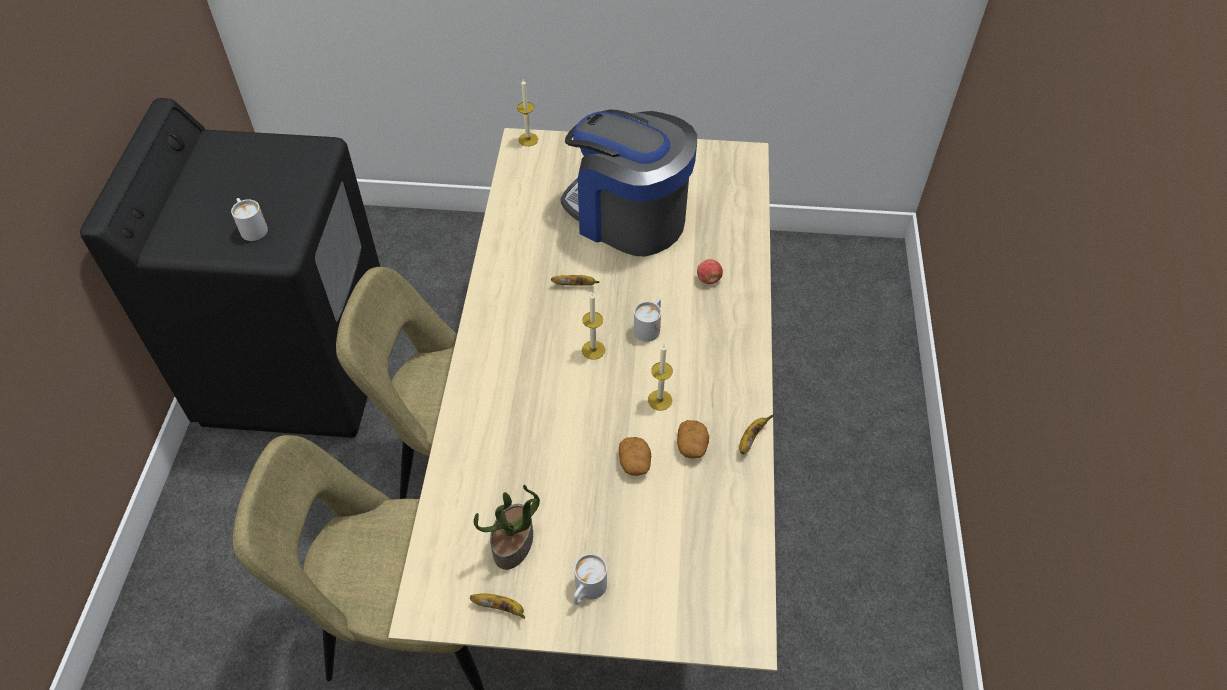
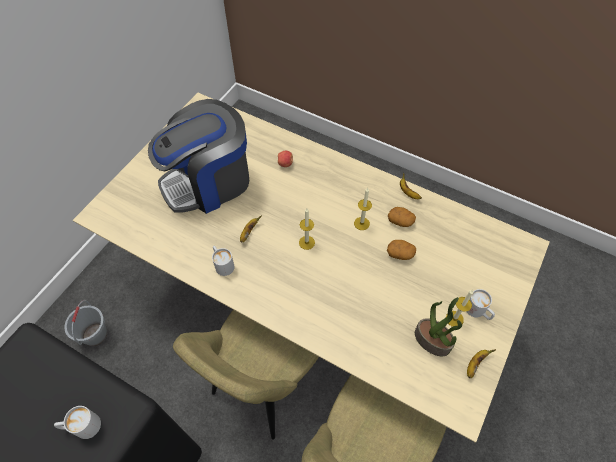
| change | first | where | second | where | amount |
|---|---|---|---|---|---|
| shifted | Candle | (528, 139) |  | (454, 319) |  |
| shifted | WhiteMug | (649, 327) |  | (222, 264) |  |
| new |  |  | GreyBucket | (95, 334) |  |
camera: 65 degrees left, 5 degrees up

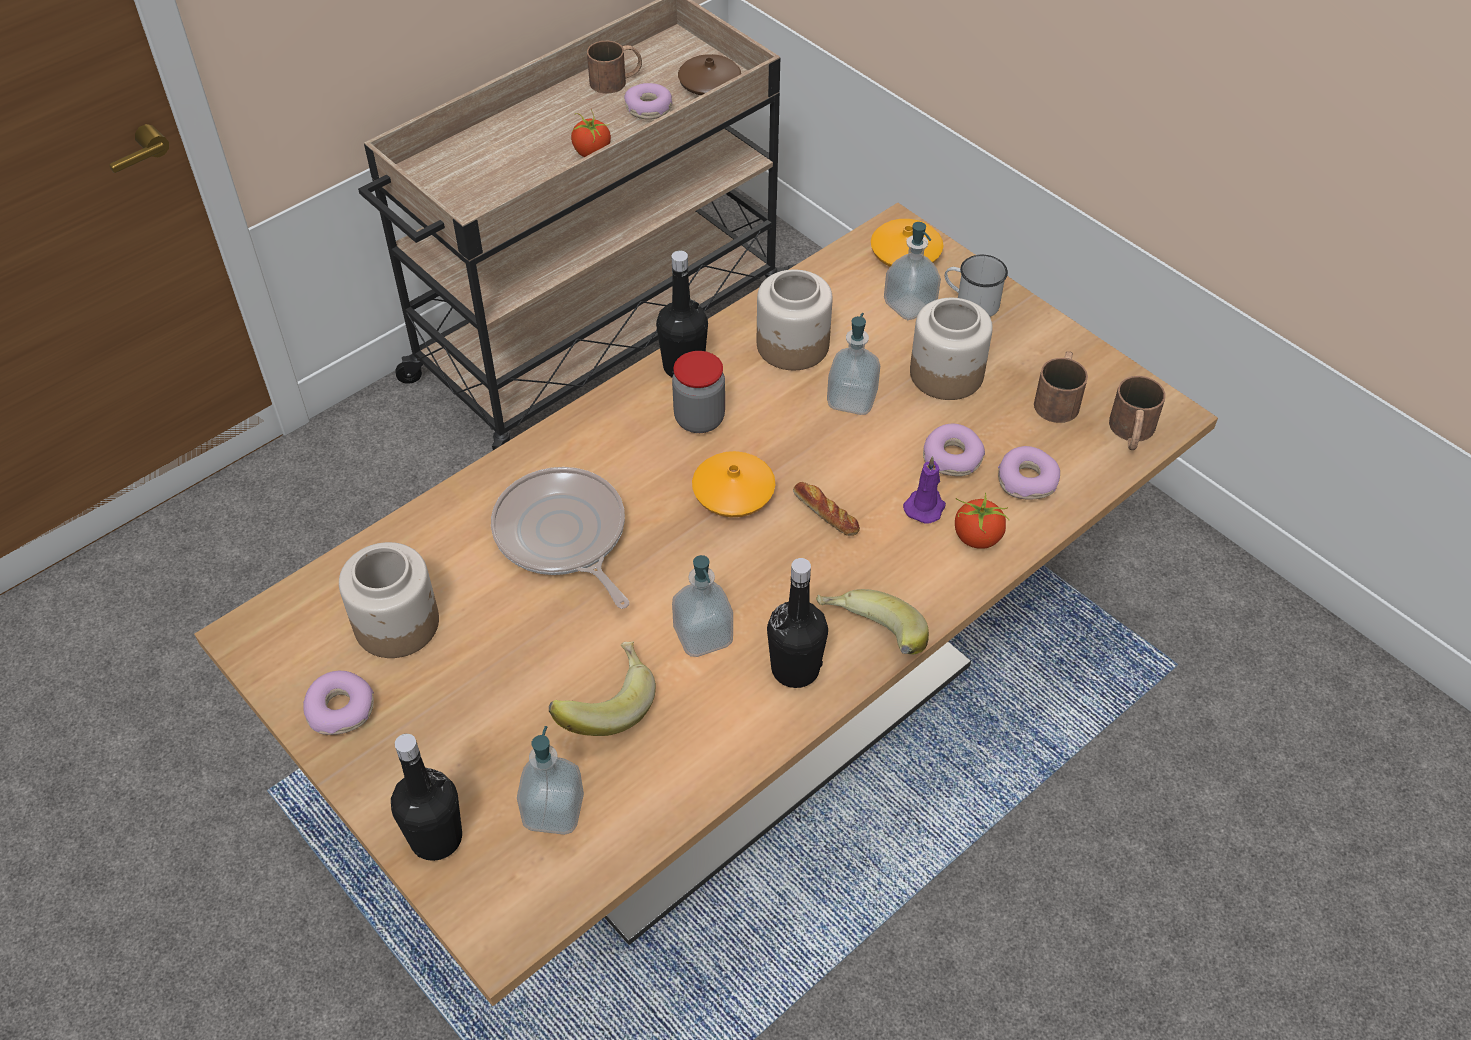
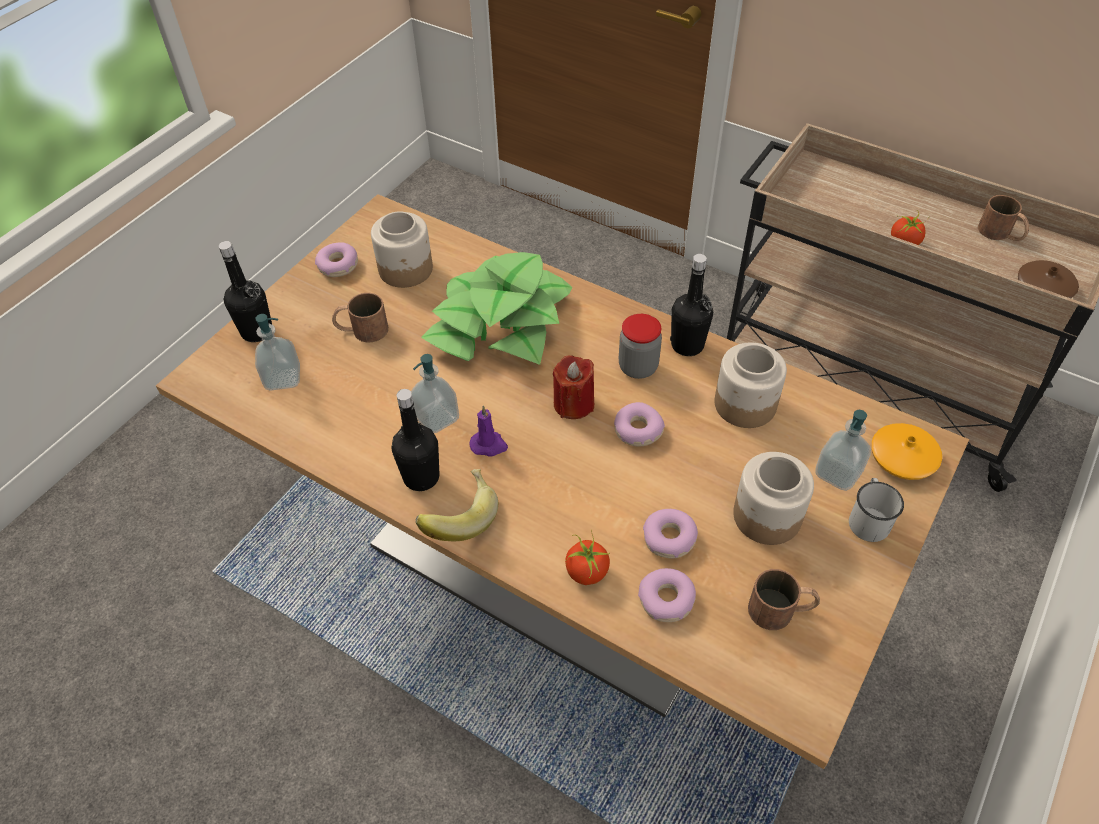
| change | first | where | second | where | amount |
|---|---|---|---|---|---|
| swapped | FryingPan | (563, 536) | PottedPlant | (500, 324) |  |
| gone | Banana | (604, 704) |  |  |  |
| shifted | Donut | (649, 109) |  | (637, 430) |  |
| swapped | OrangeVase | (733, 492) | RedCandle | (573, 404) |  |
| gone | Bread | (825, 513) |  |  |  |
| gone | SoapDispenser | (852, 399) |  |  |  |
| shifted | PurpleCandle | (925, 506) |  | (489, 445) |  |
| shifted | BrownMug | (1131, 433) |  | (361, 330) |  |
camera: 75 degrees right, 0 degrees up

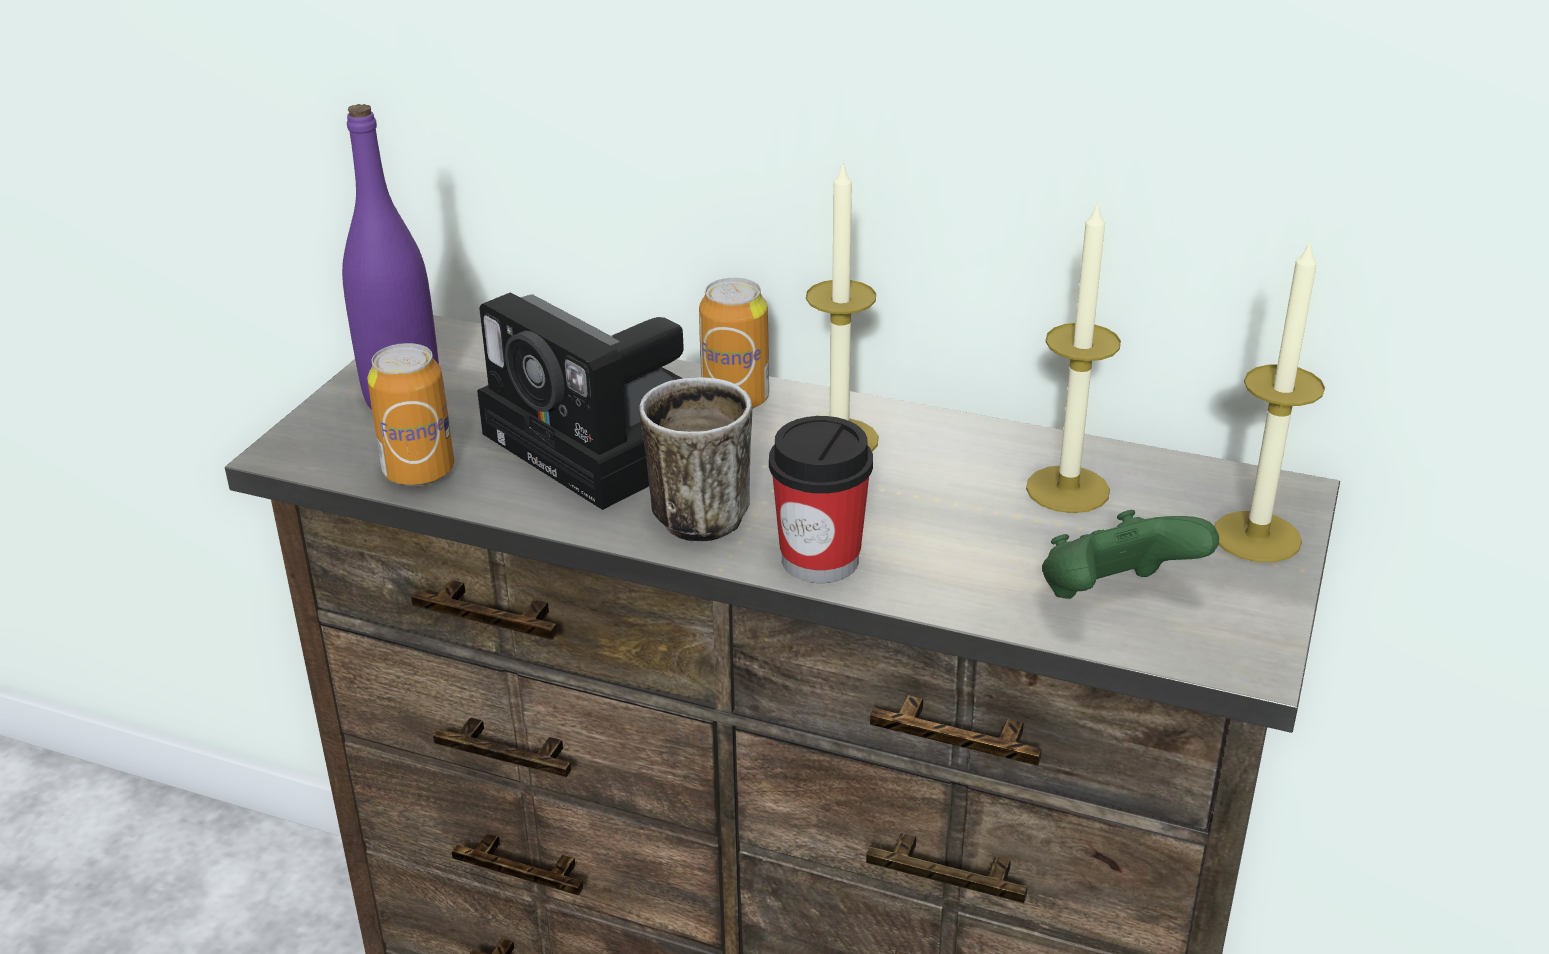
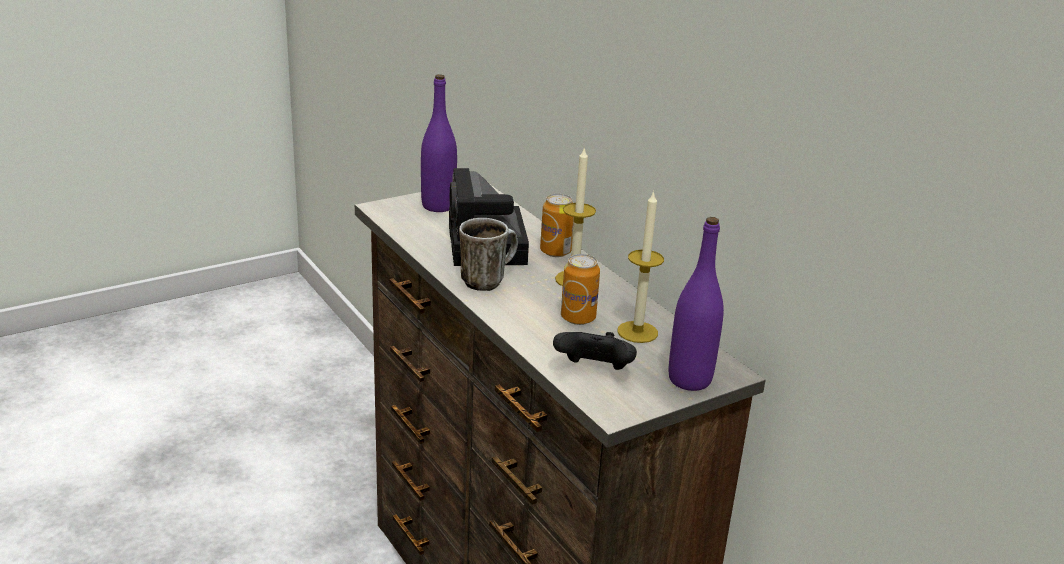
| change | first | where | second | where | amount |
|---|---|---|---|---|---|
| shifted | Can | (419, 472) |  | (578, 318) |  |
| gone | Cup | (820, 560) |  |  |  |
| repainted | GreenGameController | (1113, 599) | BlackGameController | (594, 371) |  |
| swapped | Candle | (1256, 537) | PurpleBottle | (689, 380) |  |
camera: 35 degrees right, 5 degrees down

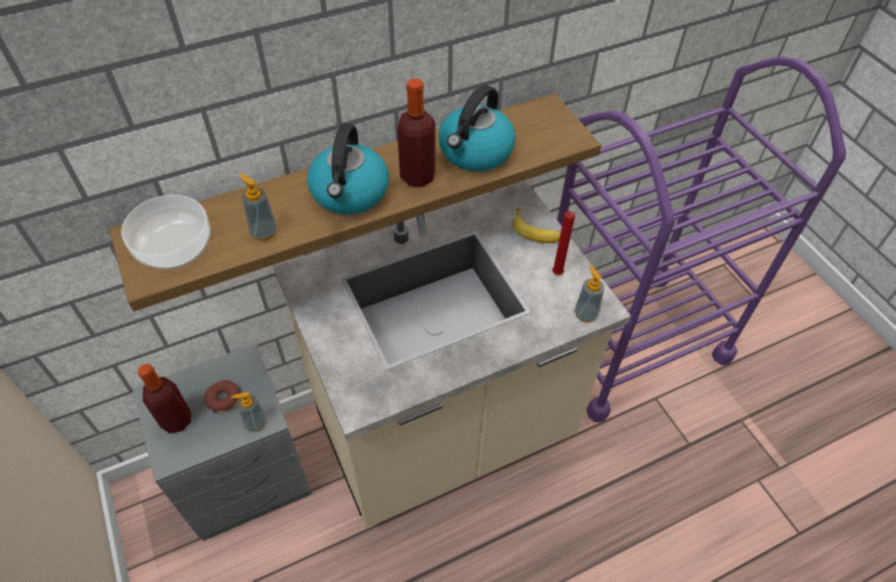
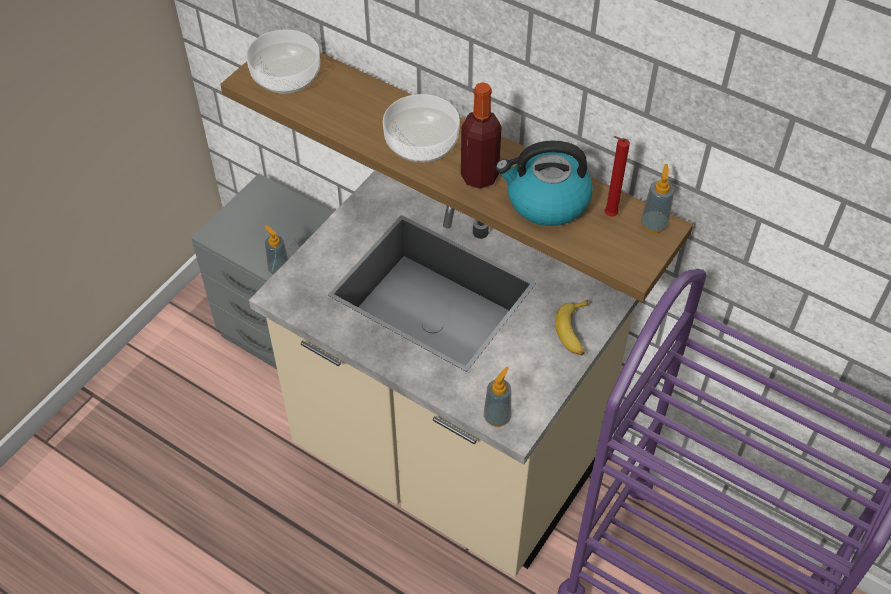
| change | first | where | second | where | amount |
|---|---|---|---|---|---|
| gone | Bottle | (176, 420) |  |  |  |
| gone | Donut | (224, 399) |  |  |  |
| shifted | SoapDispenser | (264, 232) |  | (654, 224) |  |
| swapped | Kettle | (350, 193) | Bowl | (422, 144) |  |
| shifted | RedCandle | (557, 275) |  | (608, 215) |  |
camera: 60 degrees right, 0 degrees up

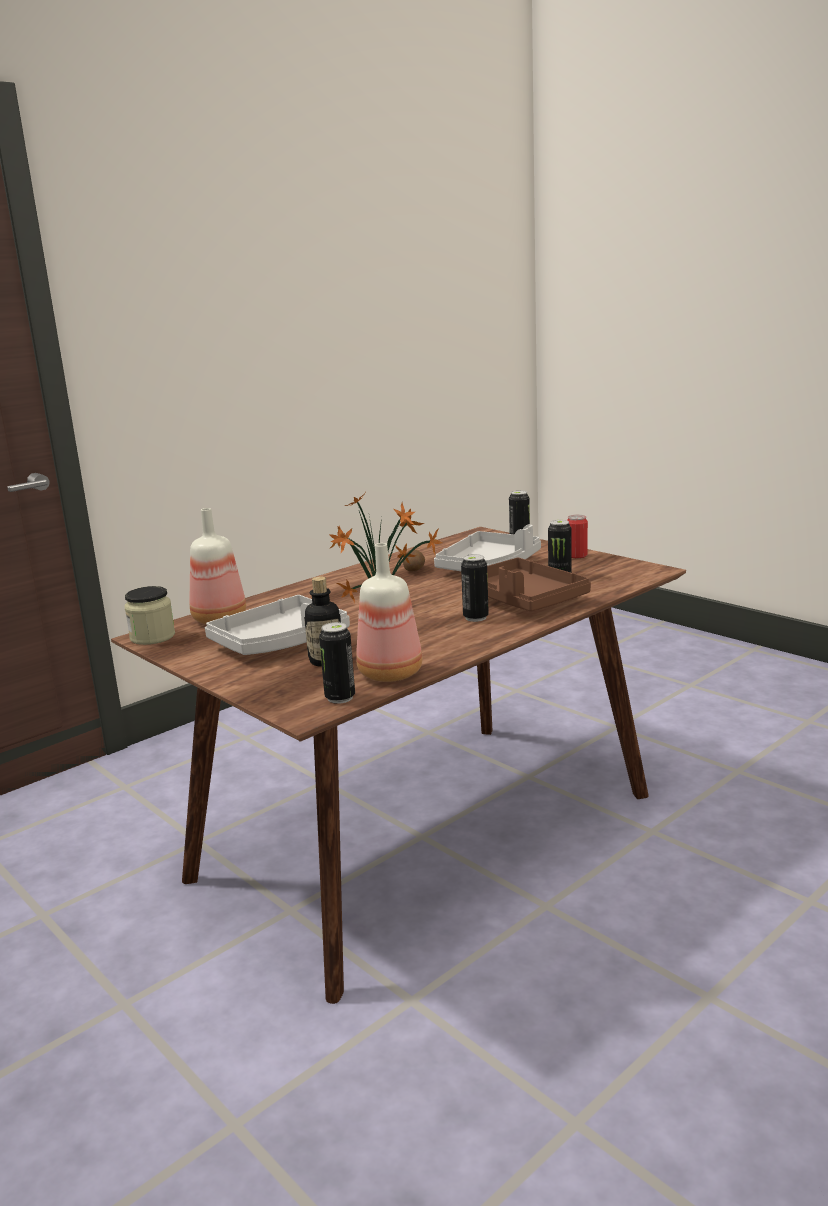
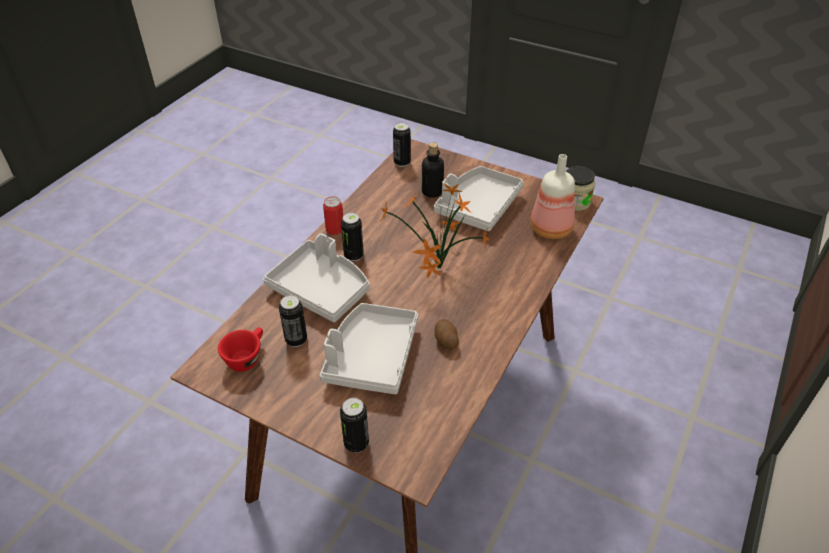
| change | first | where | second | where | amount |
|---|---|---|---|---|---|
| gone | Bottle | (391, 673) |  |  |  |
| repainted | BrownTray | (524, 600) | GreyTray | (321, 289) |  |
| shifted | Can | (576, 555) |  | (335, 229) |  |
| new |  |  | RedCup | (246, 357) |  |
camera: 160 degrees right, 25 degrees up

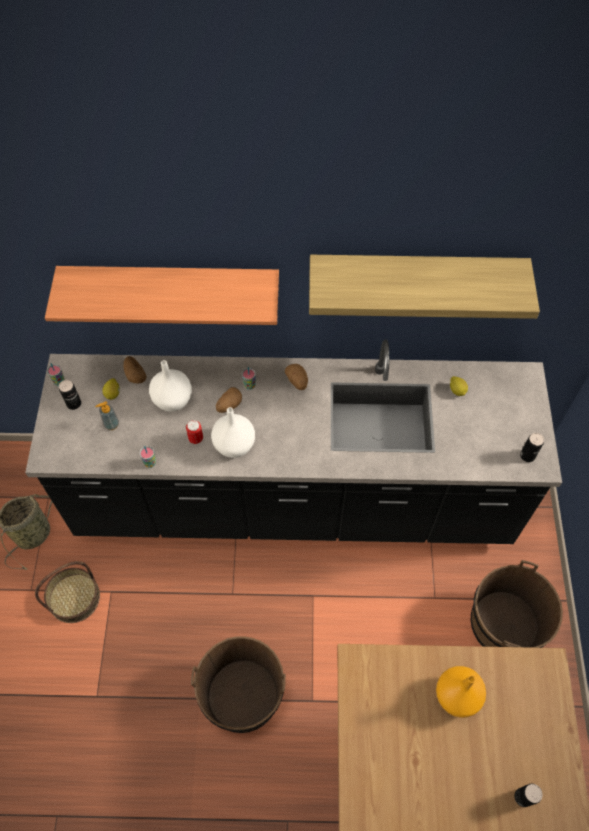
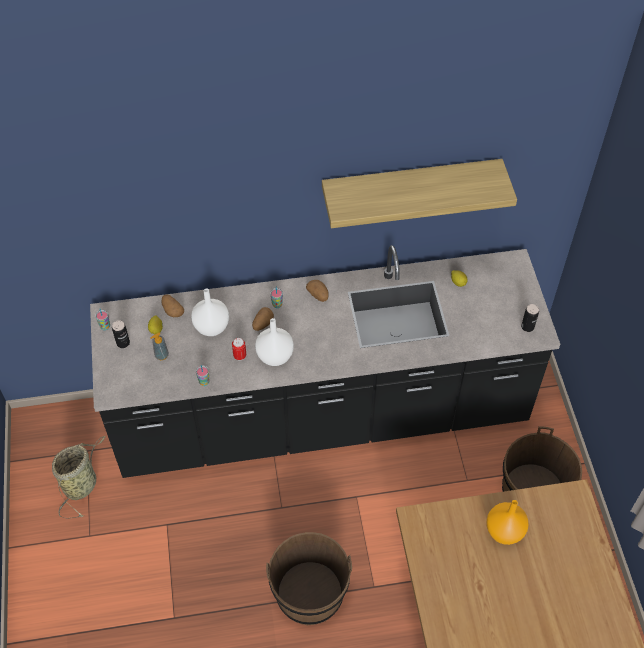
| change | first | where | second | where | amount |
|---|---|---|---|---|---|
| gone | Basket | (74, 597) |  |  |  |
| gone | Shelf | (171, 286) |  |  |  |
| gone | Can | (523, 797) |  |  |  |
camera: 10 degrees left, 5 degrees down

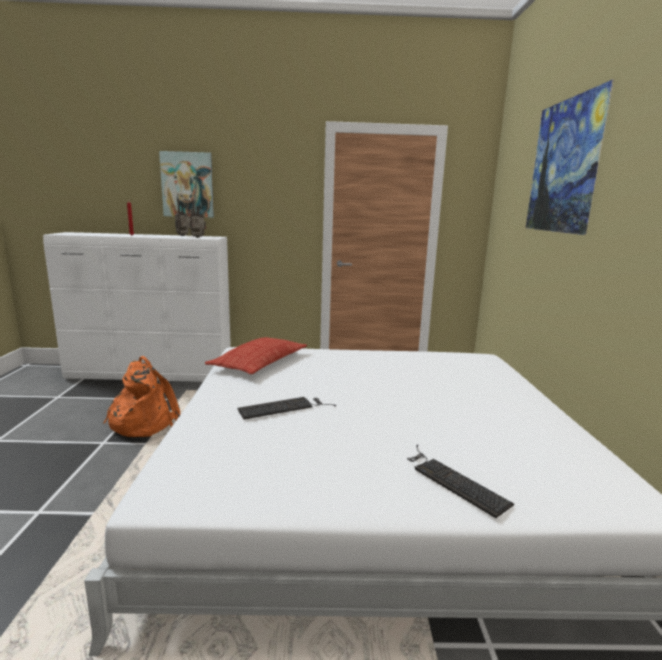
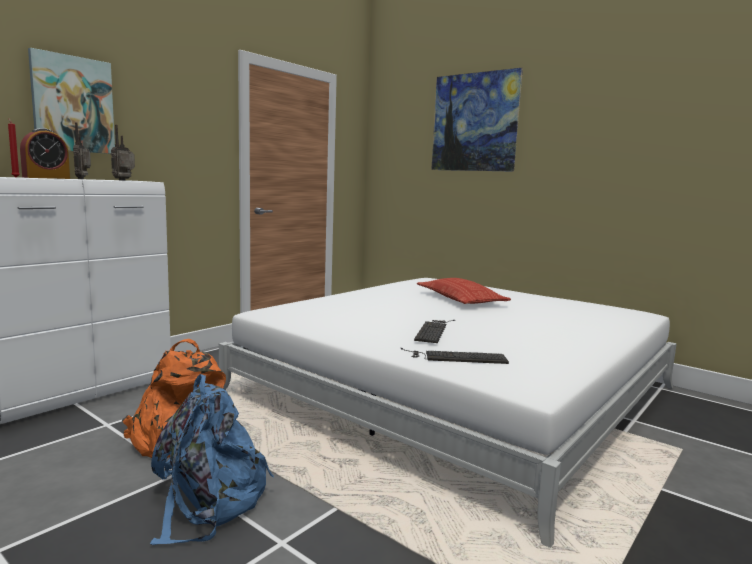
| change | first | where | second | where | amount |
|---|---|---|---|---|---|
| shifted | Pillow | (259, 362) |  | (460, 299) |  |
| shifted | Keyboard | (452, 480) |  | (455, 357) |  |
| new |  |  | AlarmClock | (46, 178) |  |
| new |  |  | BlueBackpack | (208, 500) |  |
camera: 50 degrees left, 5 degrees down

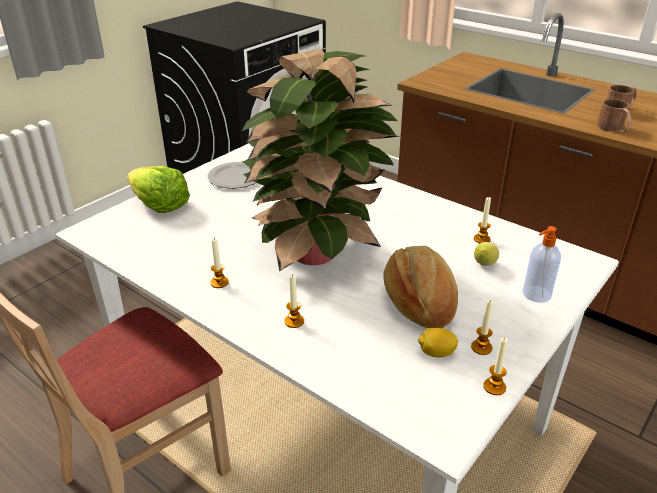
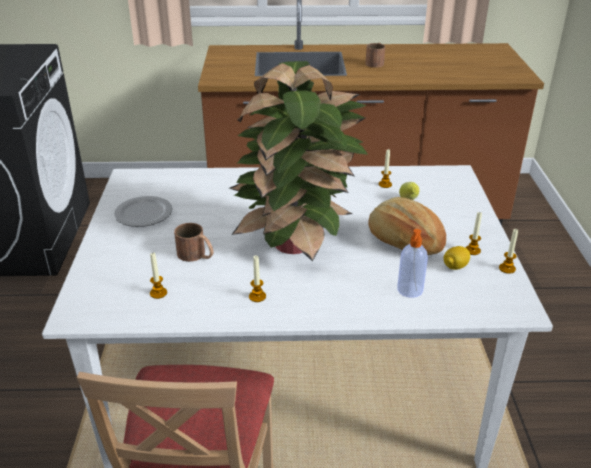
| change | first | where | second | where | amount |
|---|---|---|---|---|---|
| gone | Lettuce | (160, 205) |  |  |  |
| shifted | Candle | (294, 321) |  | (158, 293) |  |
| shifted | SoapDispenser | (536, 294) |  | (409, 290) |  |
| shifted | BrownMug | (614, 129) |  | (196, 255) |  |
camera: 40 degrees left, 0 degrees up

